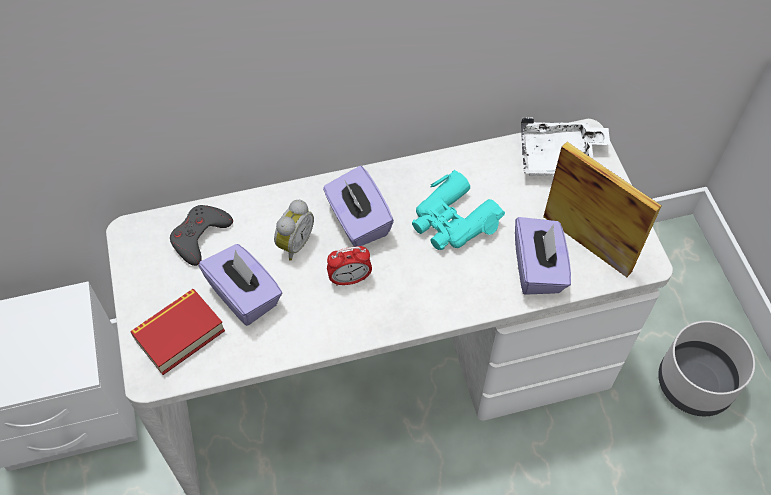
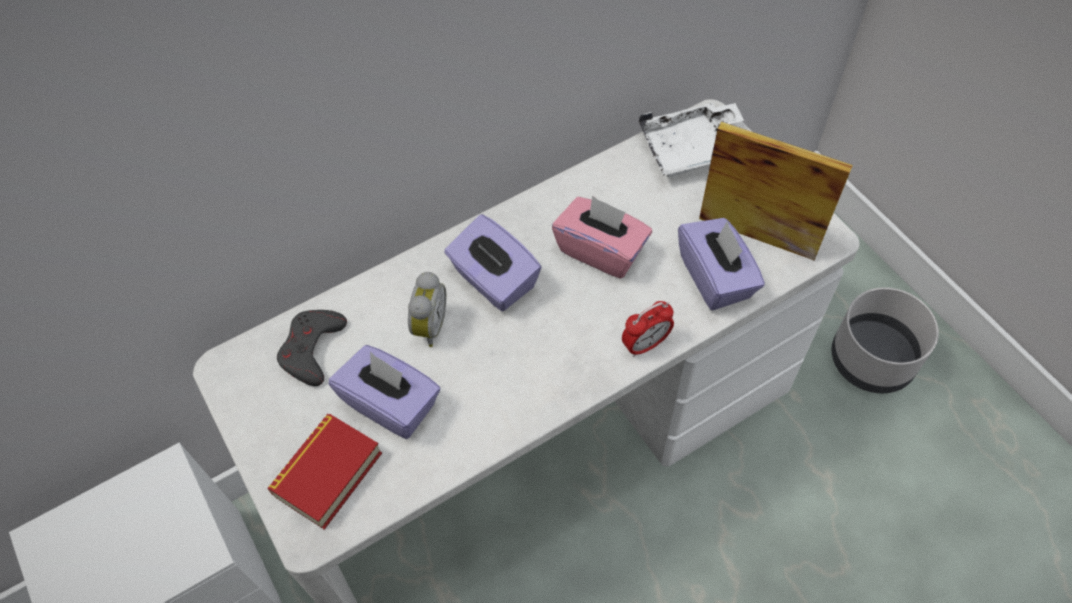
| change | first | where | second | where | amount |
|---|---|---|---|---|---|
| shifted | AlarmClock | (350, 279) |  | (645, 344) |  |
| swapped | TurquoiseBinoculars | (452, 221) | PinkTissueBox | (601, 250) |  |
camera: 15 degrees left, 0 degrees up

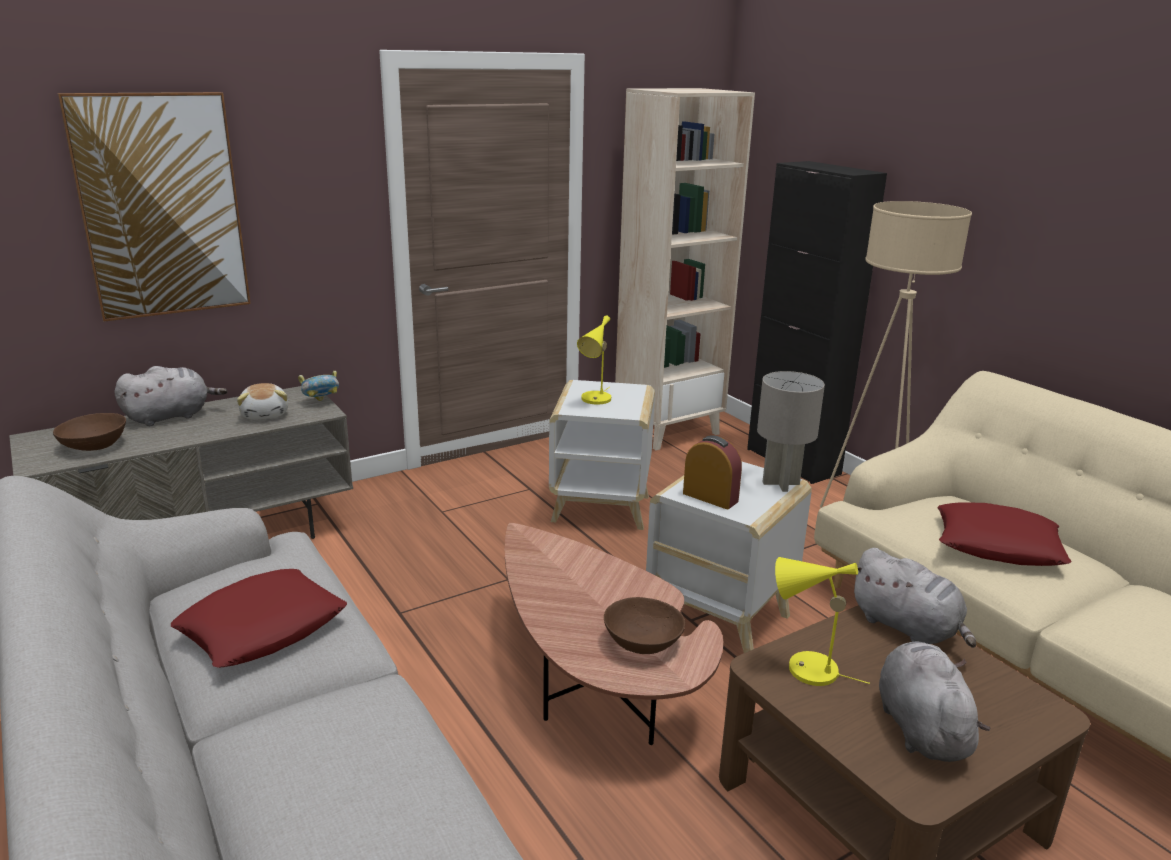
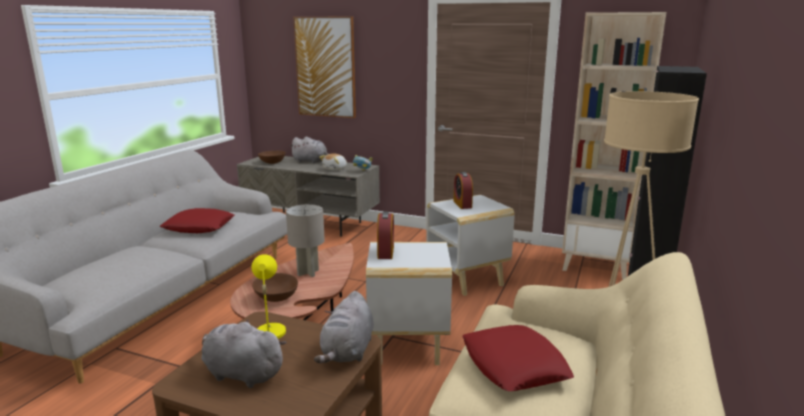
| change | first | where | second | where | amount |
|---|---|---|---|---|---|
| swapped | YellowTableLamp | (595, 400) | AlarmClock | (462, 204) |  |
| shifted | GreyTableLamp | (781, 483) |  | (308, 272) |  |
| rotated | GreyPlushToy | (920, 726) |  | (241, 374) | 120 degrees counterclockwise |
camera: 55 degrees right, 5 degrees down

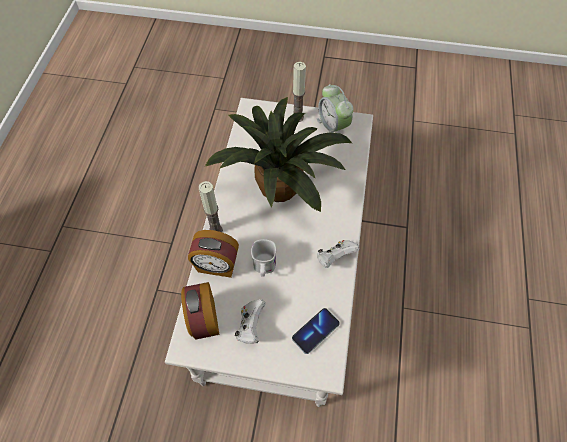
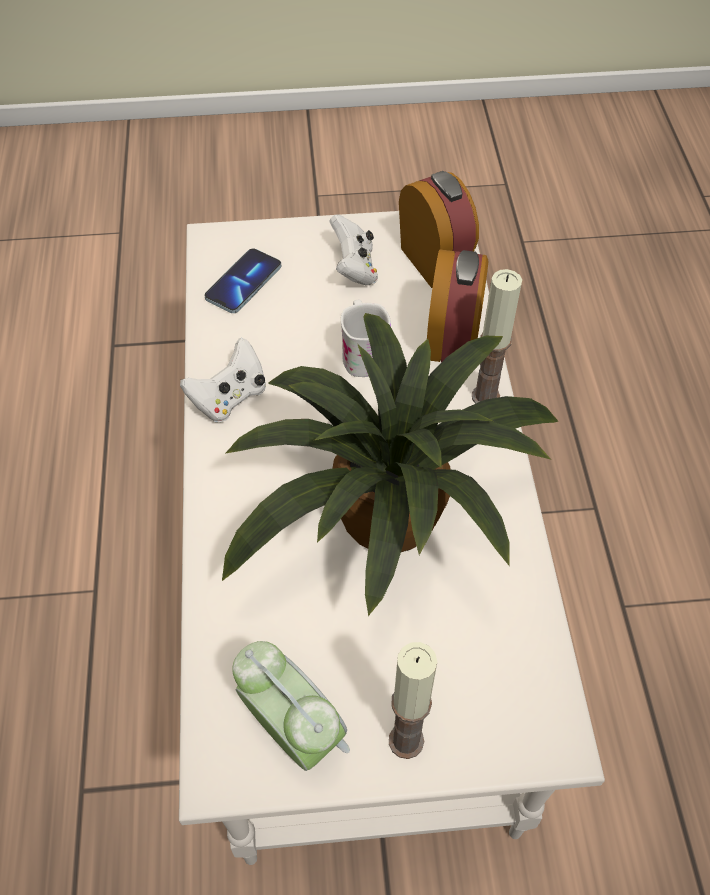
| change | first | where | second | where | amount |
|---|---|---|---|---|---|
| rotated | AlarmClock | (217, 265) |  | (452, 338) | 105 degrees clockwise |
camera: 165 degrees right, 5 degrees down

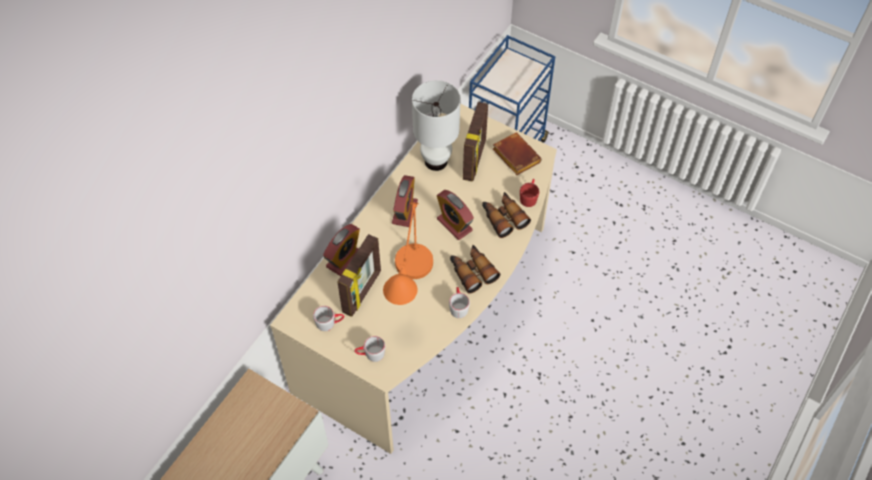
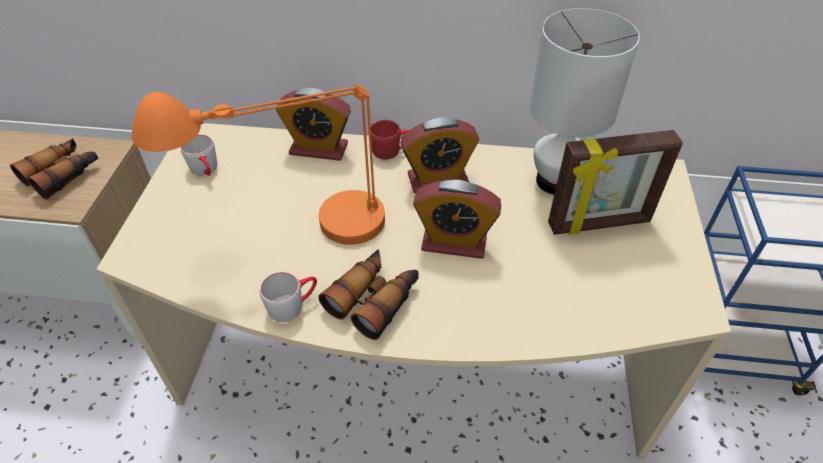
| change | first | where | second | where | amount |
|---|---|---|---|---|---|
| gone | PictureFrame | (362, 292) |  |  |  |
| gone | GreyMug | (370, 354) |  |  |  |
| rotated | AlarmClock | (454, 224) |  | (454, 243) | 105 degrees counterclockwise |
| shifted | Binoculars | (503, 217) |  | (63, 174) |  |
| gone | BrownBook | (514, 156) |  |  |  |
| shifted | RedMug | (529, 197) |  | (392, 150) |  |
camera: 65 degrees right, 10 degrees down

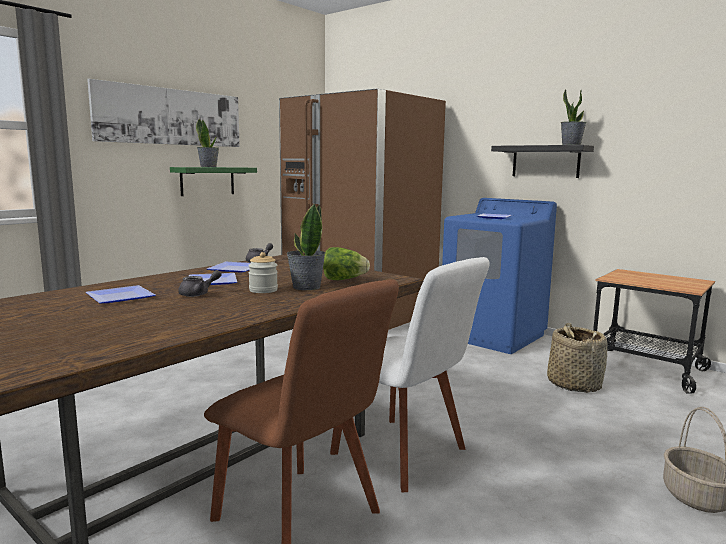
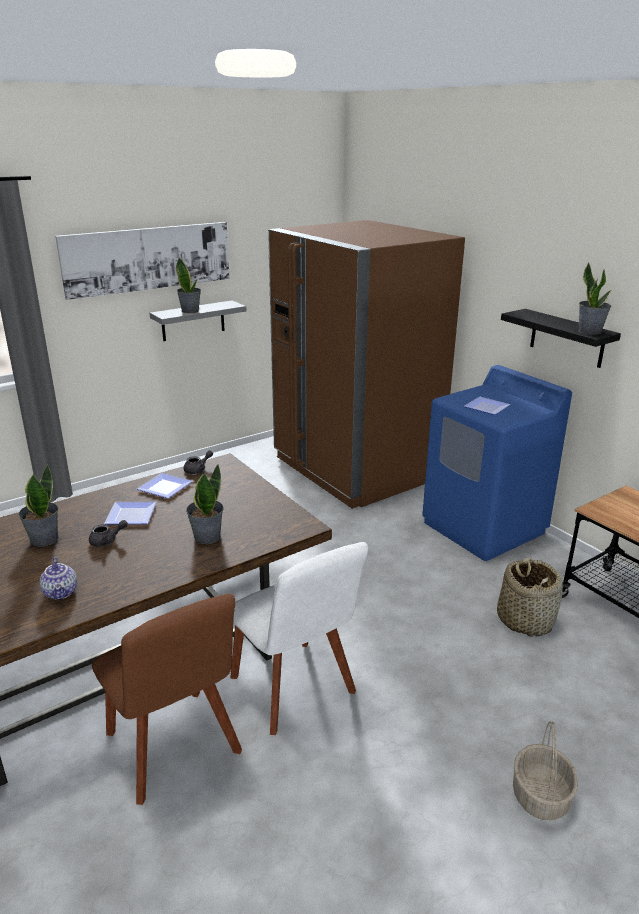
| change | first | where | second | where | amount |
|---|---|---|---|---|---|
| swapped | Plate | (122, 297) | PottedPlant | (44, 539) |  |
| repainted | GreenShelf | (207, 181) | GreyShelf | (193, 321) |  |
| gone | Jar | (263, 290) |  |  |  |
| gone | Lettuce | (344, 280) |  |  |  |
| new |  |  | Teapot | (61, 592) |  |
camera: 15 degrees right, 15 degrees up

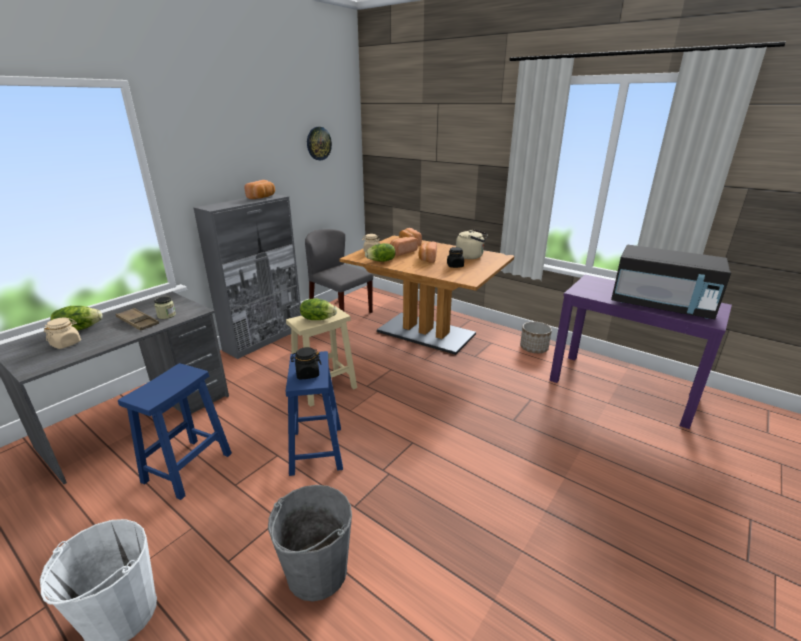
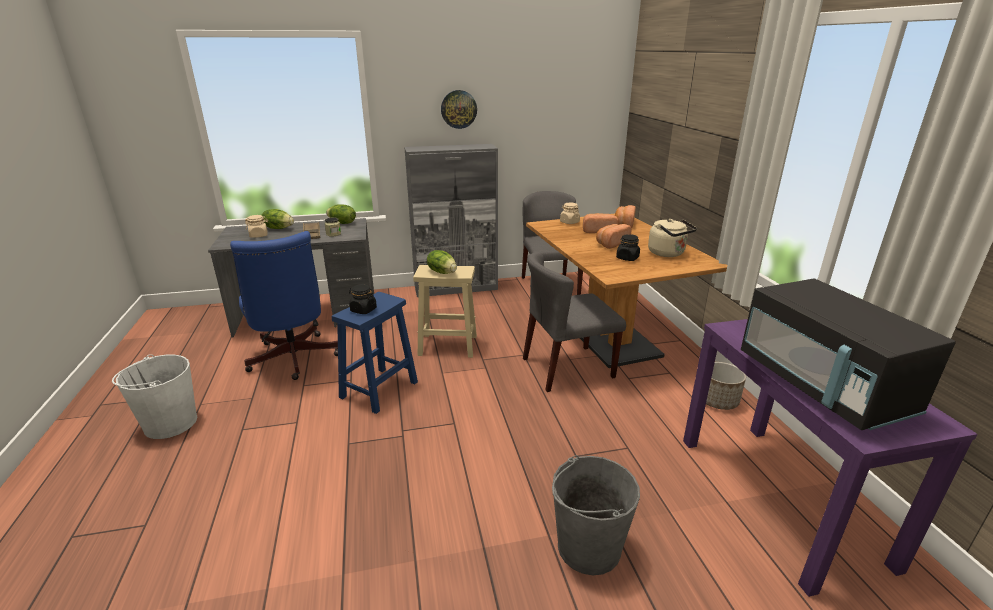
| change | first | where | second | where | amount |
|---|---|---|---|---|---|
| swapped | BlueStool | (187, 468) | BlueOfficeChair | (293, 360) |  |
| gone | Bread | (262, 197) |  |  |  |
| shifted | GreyBucket | (316, 572) |  | (588, 547) |  |
| shifted | WallClock | (318, 143) |  | (458, 109) |  |
| shifted | Lettuce | (381, 261) |  | (342, 223) |  |
| new |  |  | GreyChair | (567, 368) |  |
camera: 40 degrees right, 0 degrees up

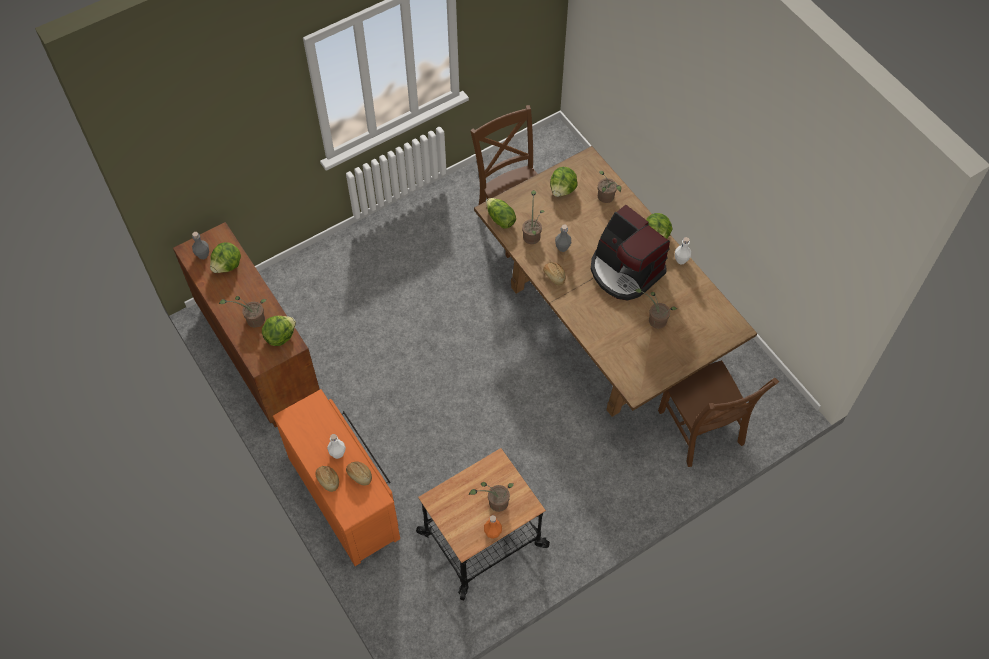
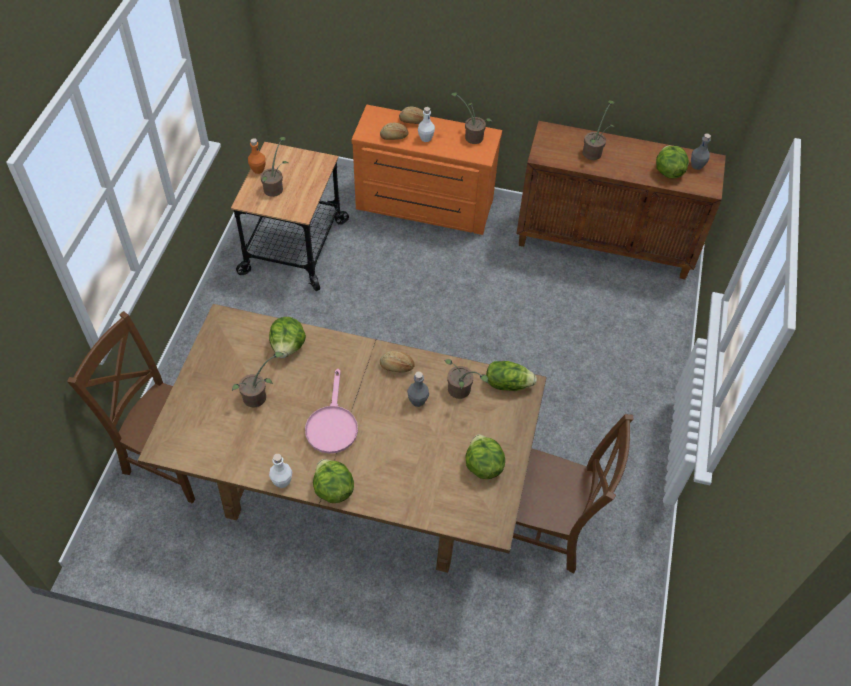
| change | first | where | second | where | amount |
|---|---|---|---|---|---|
| shifted | Lettuce | (280, 336) |  | (288, 346) |  |
| swapped | CoffeeMachine | (625, 271) | PinkFryingPan | (332, 424) |  |
| shifted | PottedPlant | (606, 198) |  | (471, 136) |  |
camera: 135 degrees right, 5 degrees down

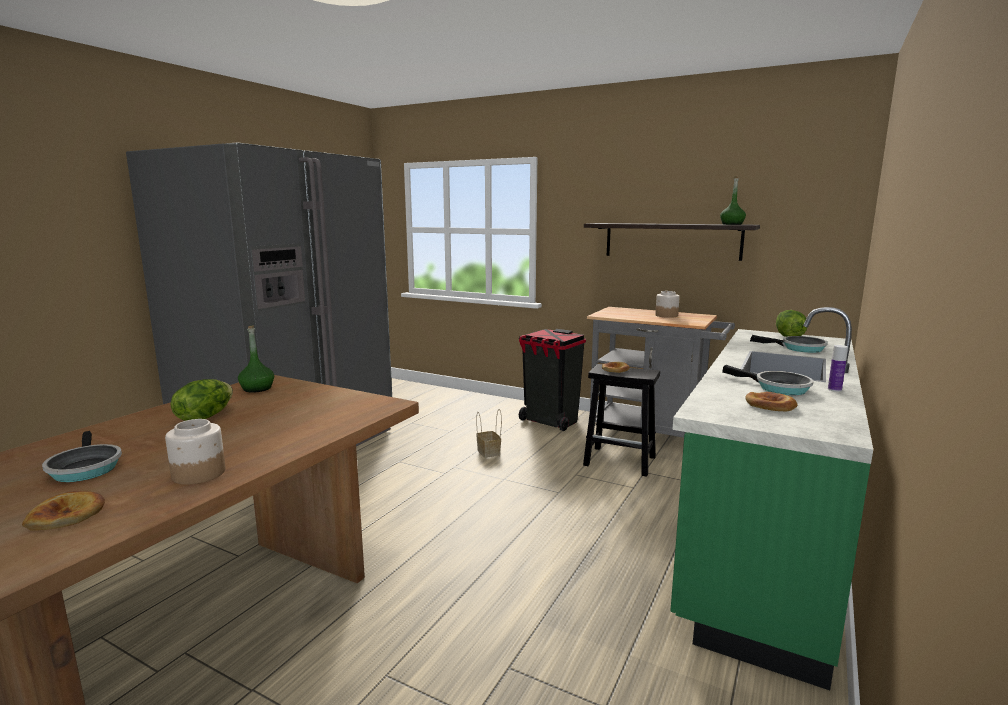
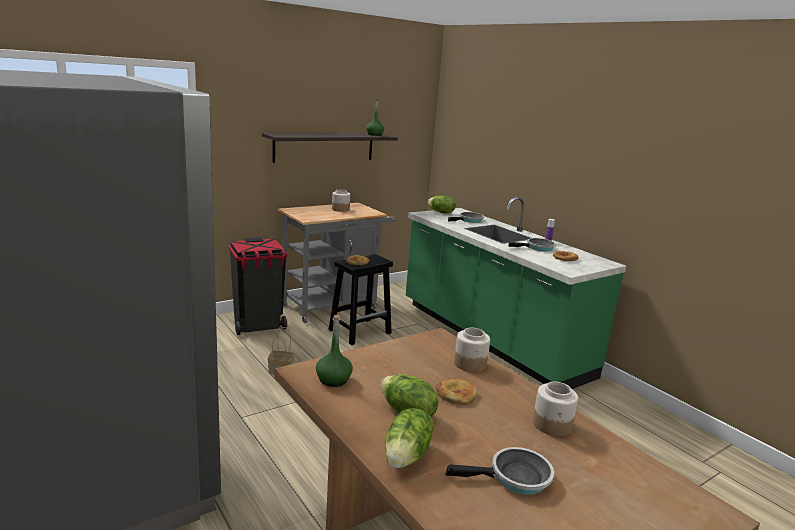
| change | first | where | second | where | amount |
|---|---|---|---|---|---|
| shifted | Bread | (67, 515) |  | (456, 394) |  |
| new |  |  | Lettuce | (407, 456) |  |
| new |  |  | Jar | (469, 364) |  |
camera: 65 degrees left, 5 degrees up

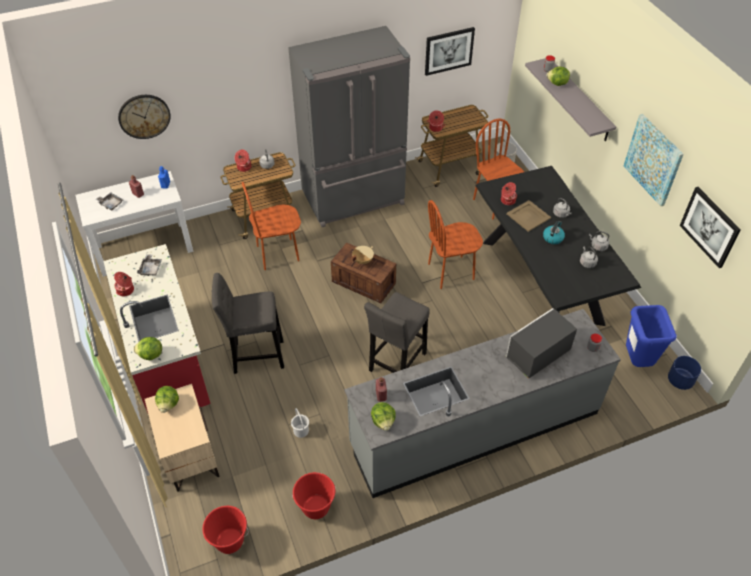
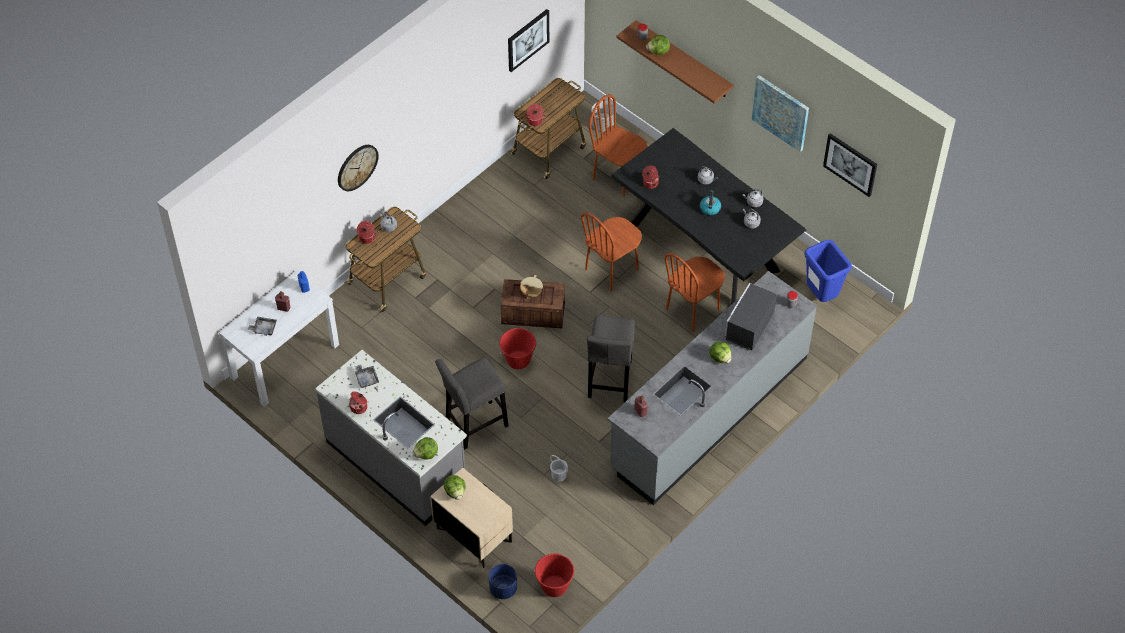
| change | first | where | second | where | amount |
|---|---|---|---|---|---|
| repainted | RedCounter | (169, 363) | GreyCounter | (397, 464) |  |
| shifted | WallClock | (144, 116) |  | (357, 167) |  |
| shifted | BrownChair | (278, 253) |  | (693, 309) |  |
| gone | GreyFridge | (354, 199) |  |  |  |
| shifted | RedBucket | (316, 507) |  | (518, 360) |  |
| shifted | Lettuce | (383, 421) |  | (720, 357) |  |
| gone | BeigeTray | (528, 216) |  |  |  |
| repainted | GreyShelf | (579, 100) | BrownShelf | (683, 60) |  |
| shifted | BluePlanter | (679, 380) |  | (503, 588) |  |
camera: 25 degrees left, 5 degrees up

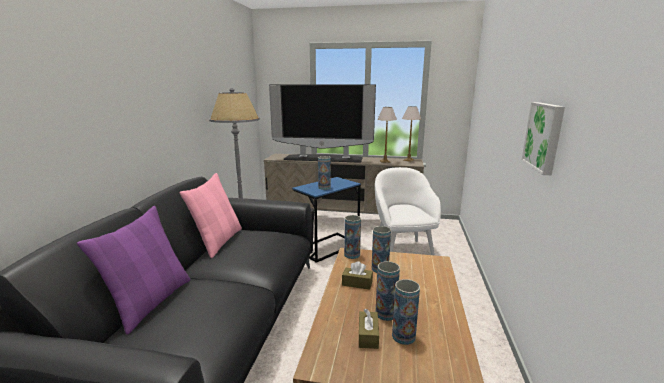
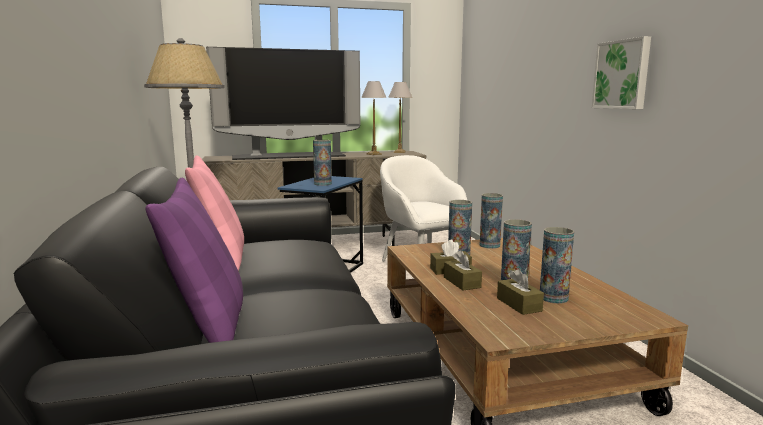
| change | first | where | second | where | amount |
|---|---|---|---|---|---|
| shifted | Vase | (352, 255) |  | (489, 245) |  |
| new |  |  | BrownTissueBox | (462, 282) |  |
camera: 25 degrees left, 5 degrees down

